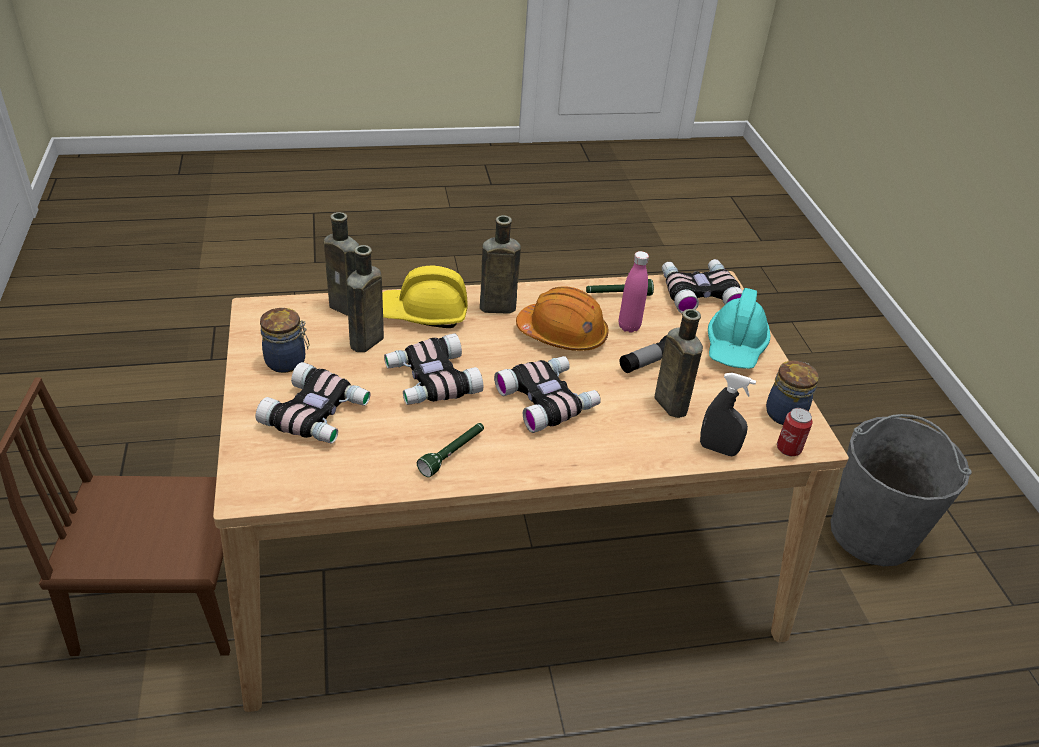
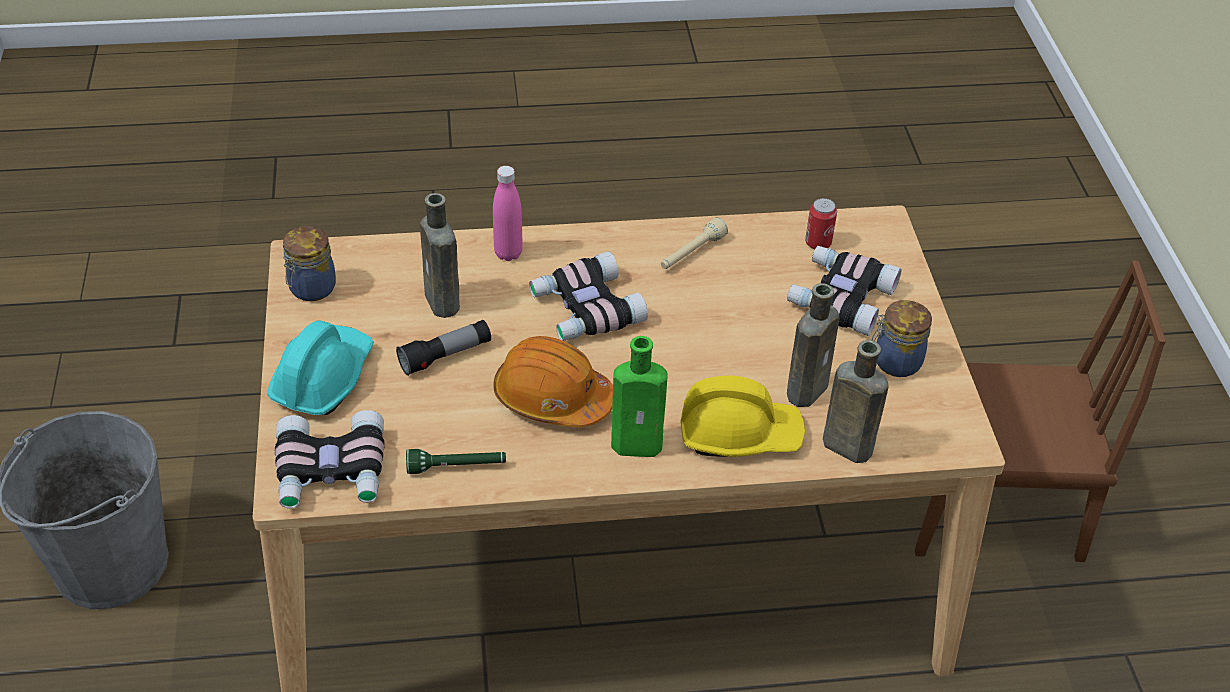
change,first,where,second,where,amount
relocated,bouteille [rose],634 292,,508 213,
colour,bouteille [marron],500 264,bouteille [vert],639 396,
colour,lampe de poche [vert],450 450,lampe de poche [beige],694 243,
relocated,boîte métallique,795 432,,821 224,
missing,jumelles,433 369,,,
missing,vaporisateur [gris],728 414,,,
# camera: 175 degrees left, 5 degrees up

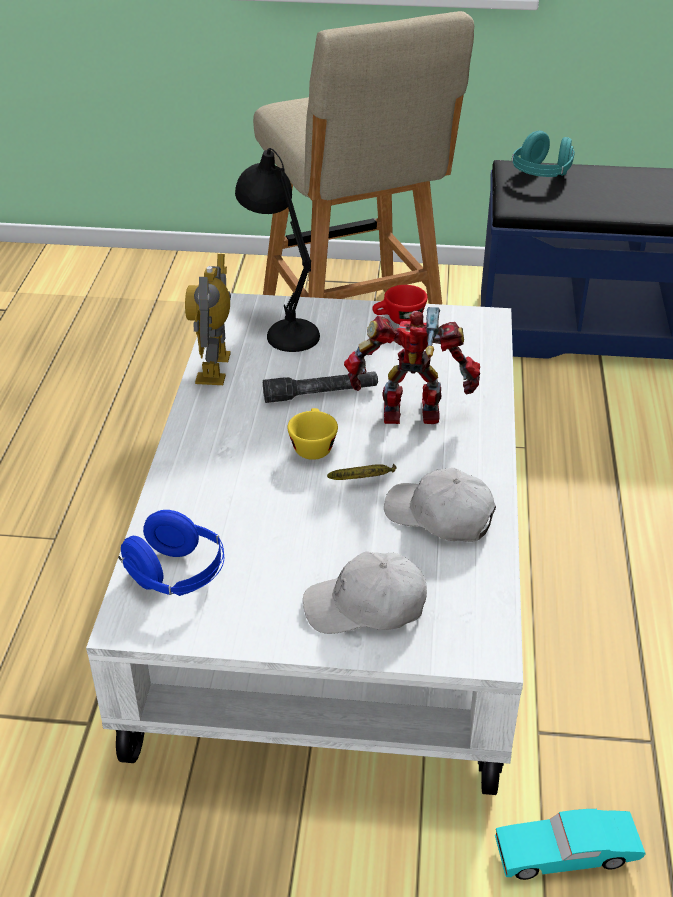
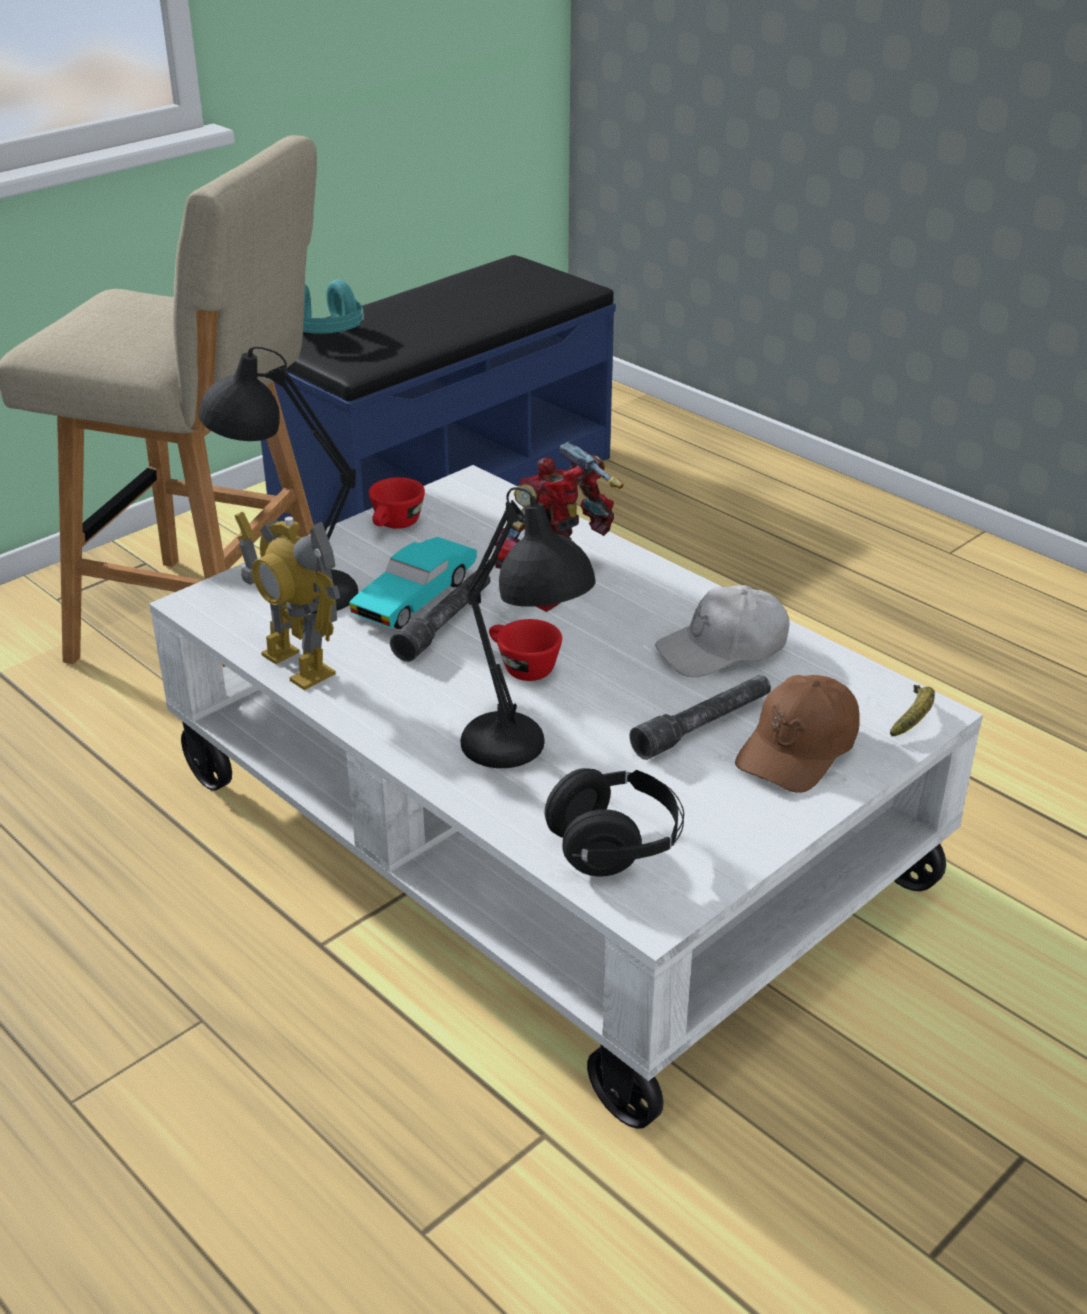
change,first,where,second,where,amount
relocated,petite voiture [turquoise],570 844,,413 583,
appeared,,,lampe de table [noir],528 627,
colour,tasse [jaune],312 434,tasse [rouge],525 650,
colour,casque audio [bleu],171 553,casque audio [noir],614 822,
appeared,,,lampe de poche [gris],700 717,
colour,casquette [blanc],365 593,casquette [marron],797 734,
relocated,banane,362 472,,912 710,
# camera: 50 degrees left, 5 degrees down

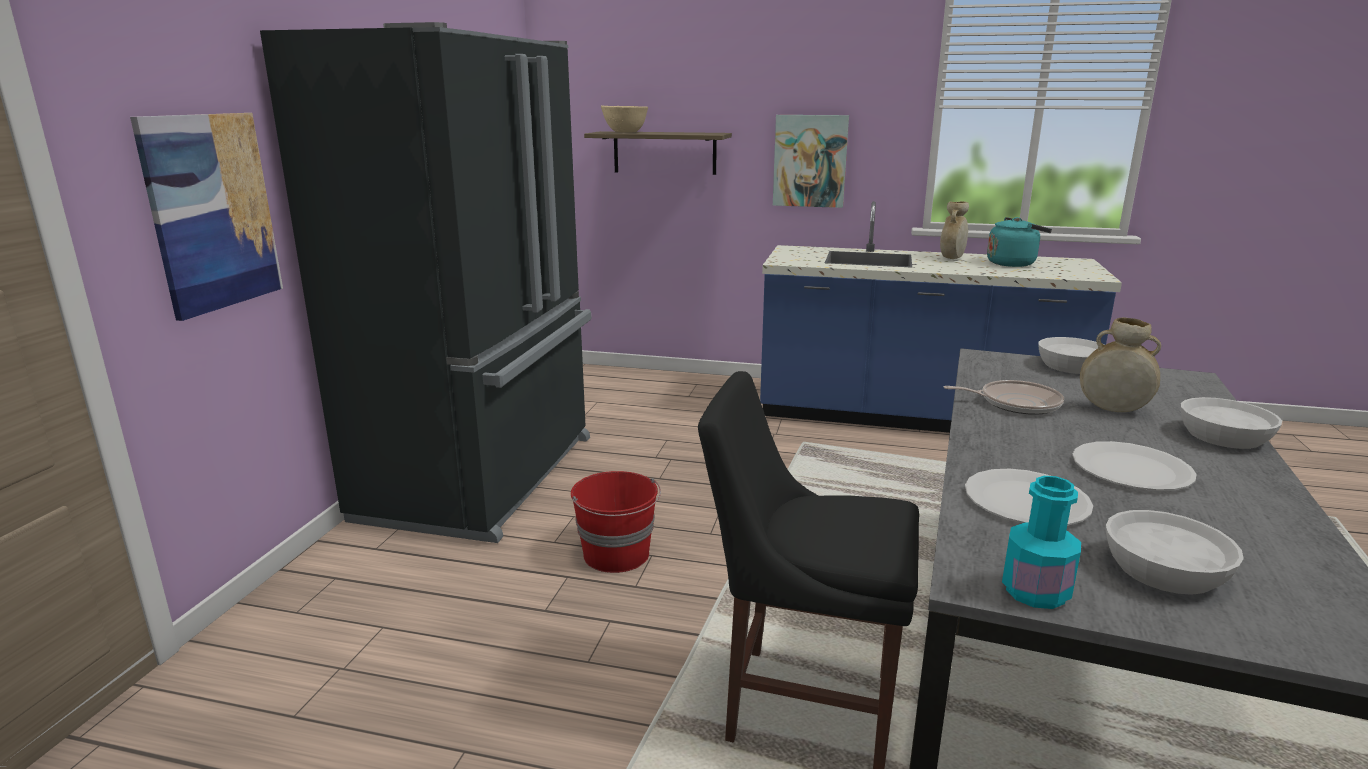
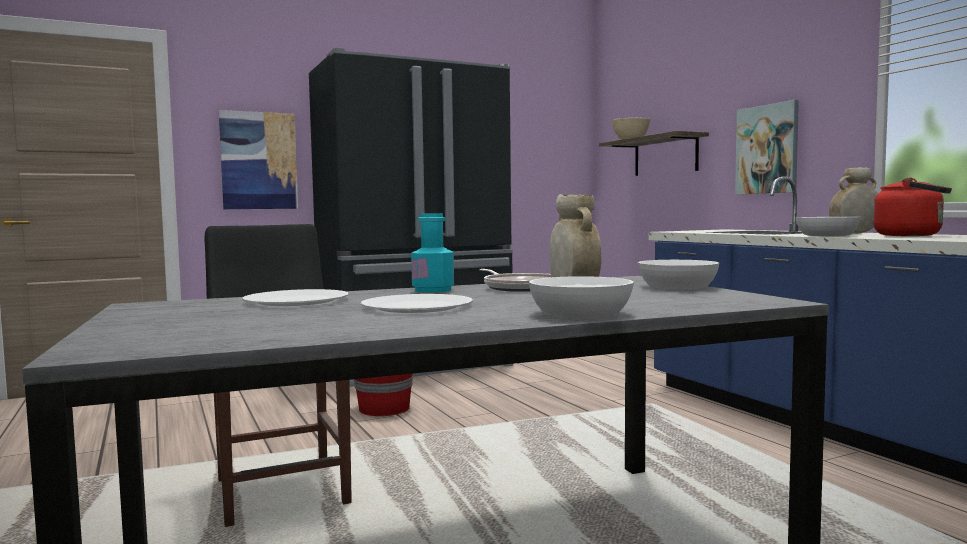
change,first,where,second,where,amount
relocated,bouteille [turquoise],1041 542,,432 253,
relocated,bol [blanc],1175 552,,828 226,
colour,bouilloire [turquoise],1019 242,bouilloire [rouge],912 206,
# camera: 50 degrees right, 15 degrees down

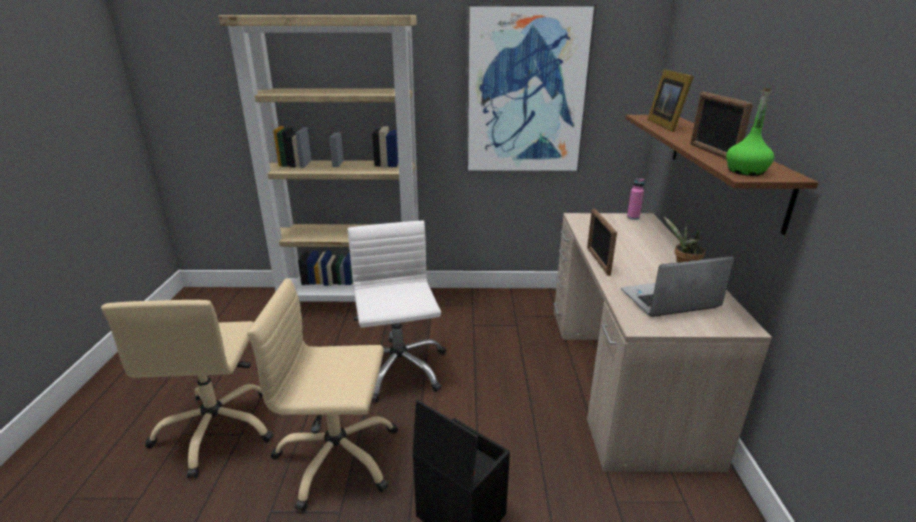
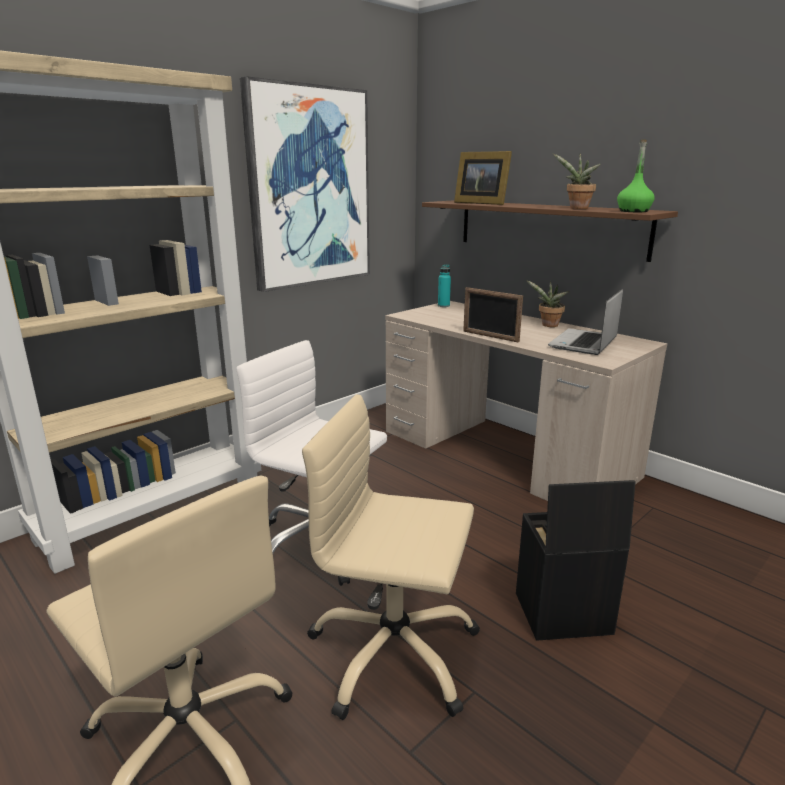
change,first,where,second,where,amount
spun,chaise de bureau [beige],322 395,,391 557,60 degrees clockwise
colour,bouteille [rose],636 199,bouteille [turquoise],444 285,
exchanged,cadre photo,721 125,plante en pot,577 181,
# camera: 45 degrees left, 5 degrees down

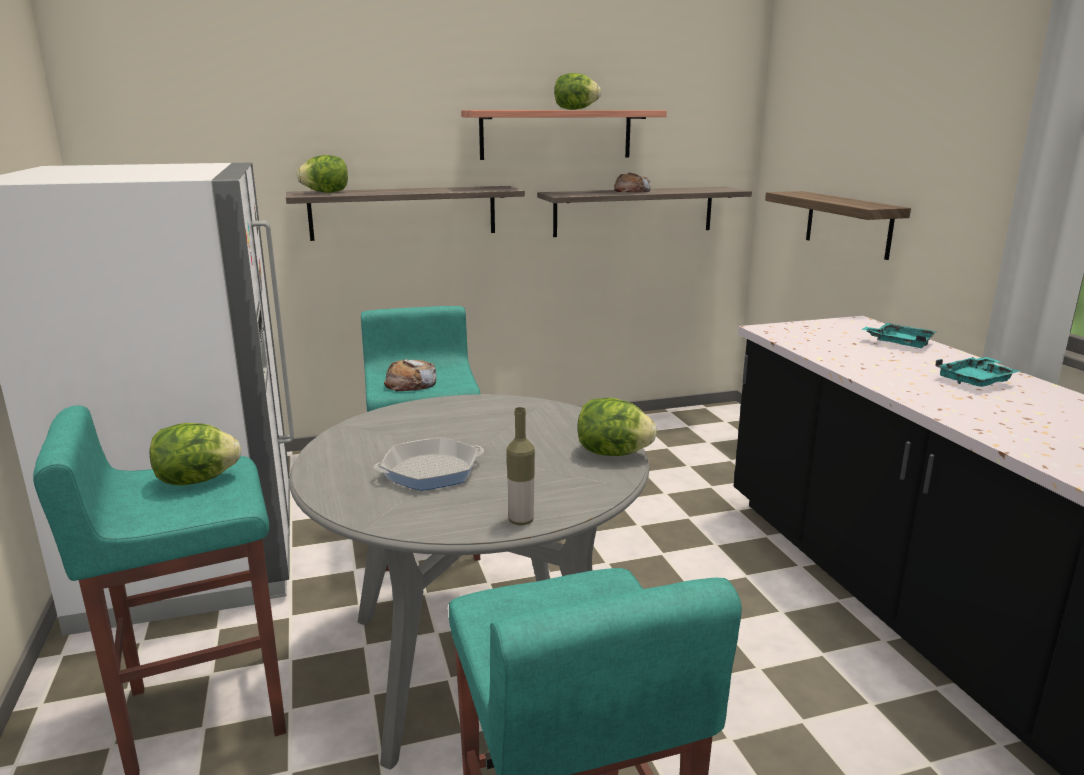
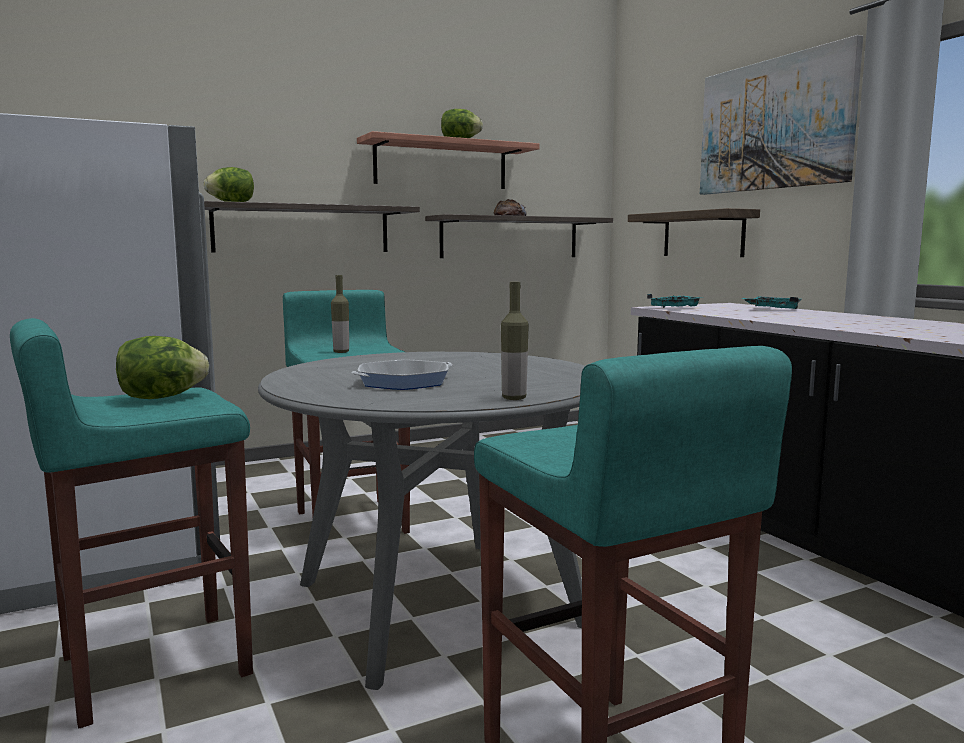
change,first,where,second,where,amount
exchanged,pain,410 375,bouteille,340 314,
relocated,plateau [turquoise],978 371,,675 301,
appeared,,,tableau,781 115,
missing,laitue,617 427,,,
# camera: 10 degrees left, 10 degrees down

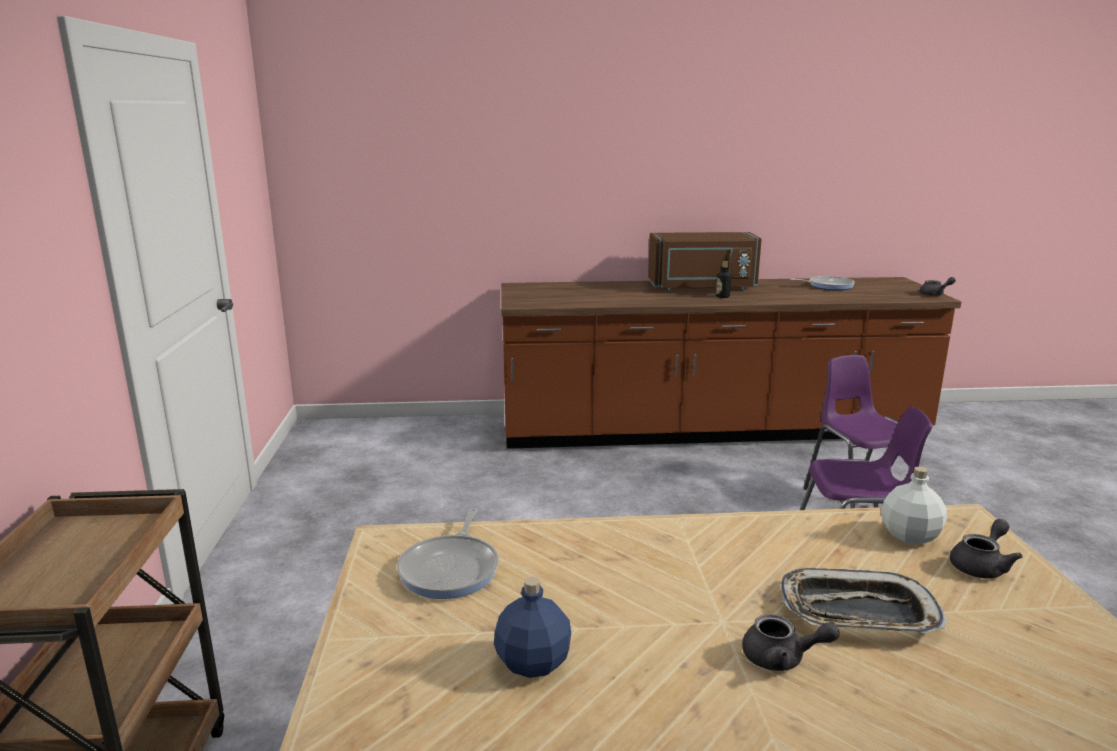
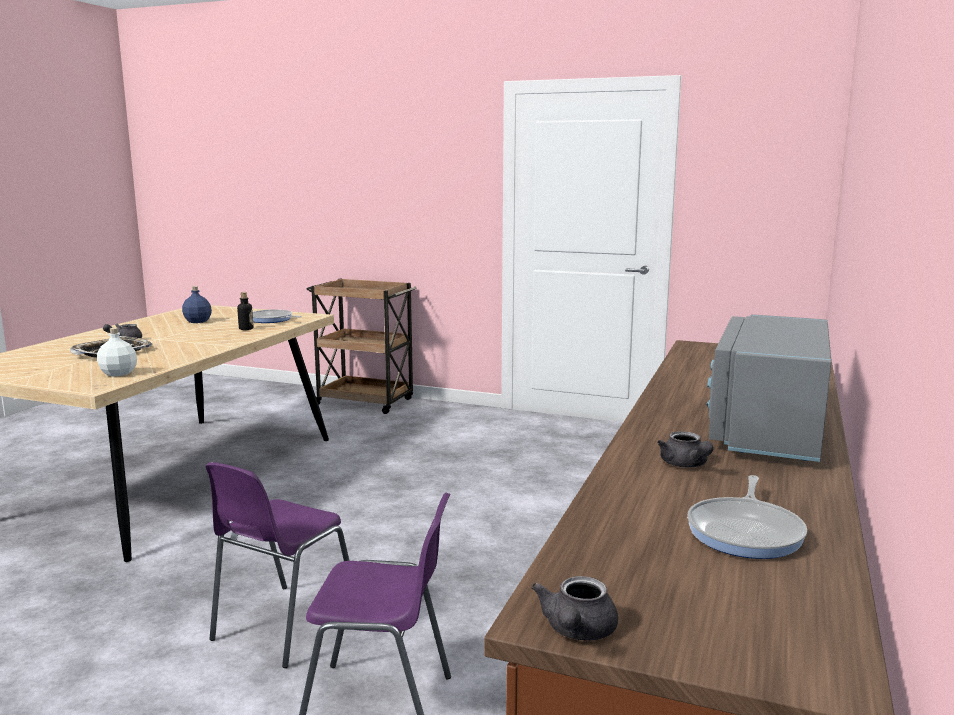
change,first,where,second,where,amount
relocated,bouteille,723 279,,245 311,
relocated,théière [gris],986 549,,685 449,
colour,micro-ondes [marron],705 261,micro-ondes [gris],769 388,
# camera: 115 degrees right, 5 degrees down

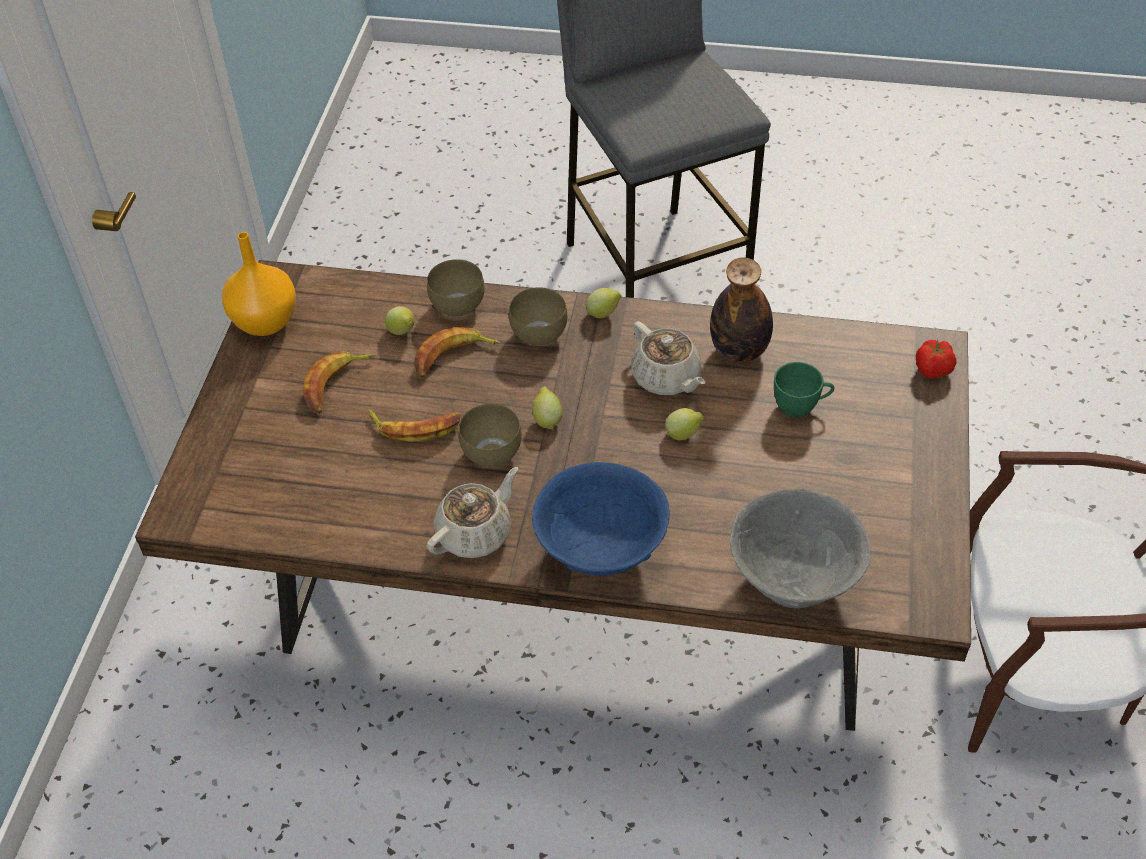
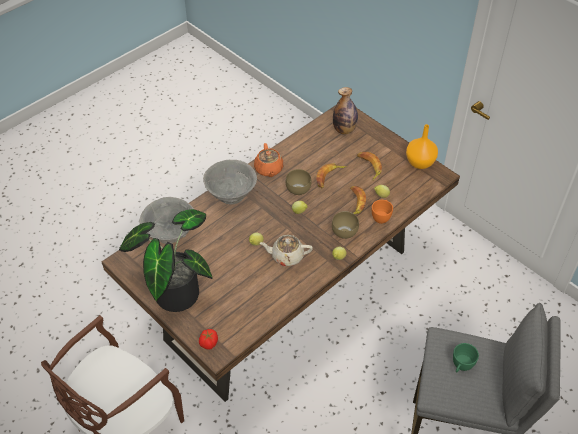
change,first,where,second,where,amount
appeared,,,plante en pot,166 260,
colour,bol [bleu],601 519,bol [gris],230 182,
colour,théière [beige],472 512,théière [orange],269 160,
relocated,bouteille,741 310,,345 110,
exchanged,bol [marron],456 288,tasse [orange],382 212,
relocated,tasse [vert],804 389,,466 357,
# camera: 125 degrees right, 0 degrees up

